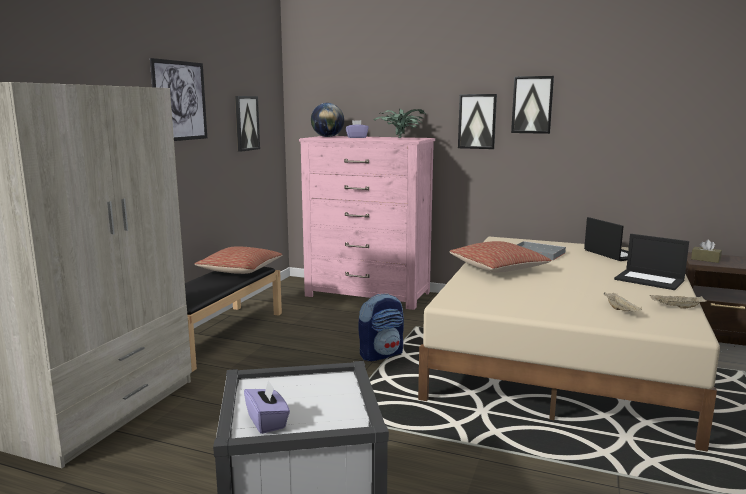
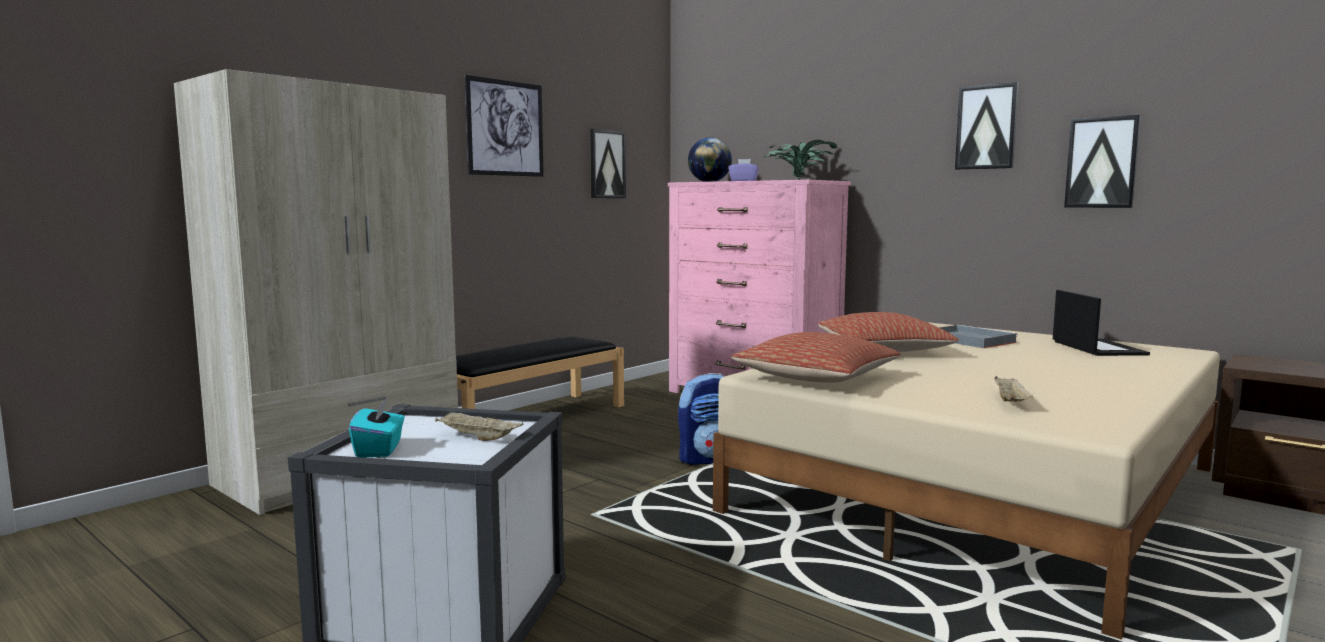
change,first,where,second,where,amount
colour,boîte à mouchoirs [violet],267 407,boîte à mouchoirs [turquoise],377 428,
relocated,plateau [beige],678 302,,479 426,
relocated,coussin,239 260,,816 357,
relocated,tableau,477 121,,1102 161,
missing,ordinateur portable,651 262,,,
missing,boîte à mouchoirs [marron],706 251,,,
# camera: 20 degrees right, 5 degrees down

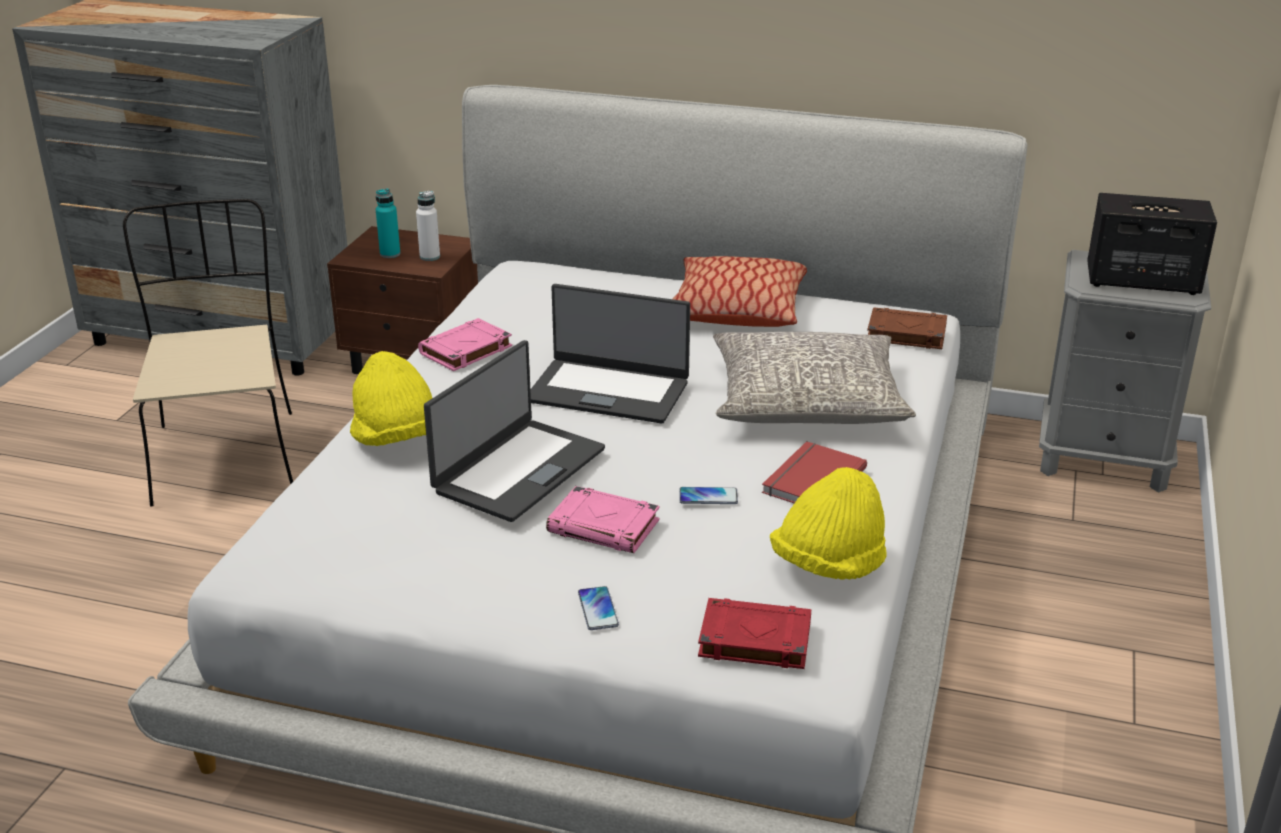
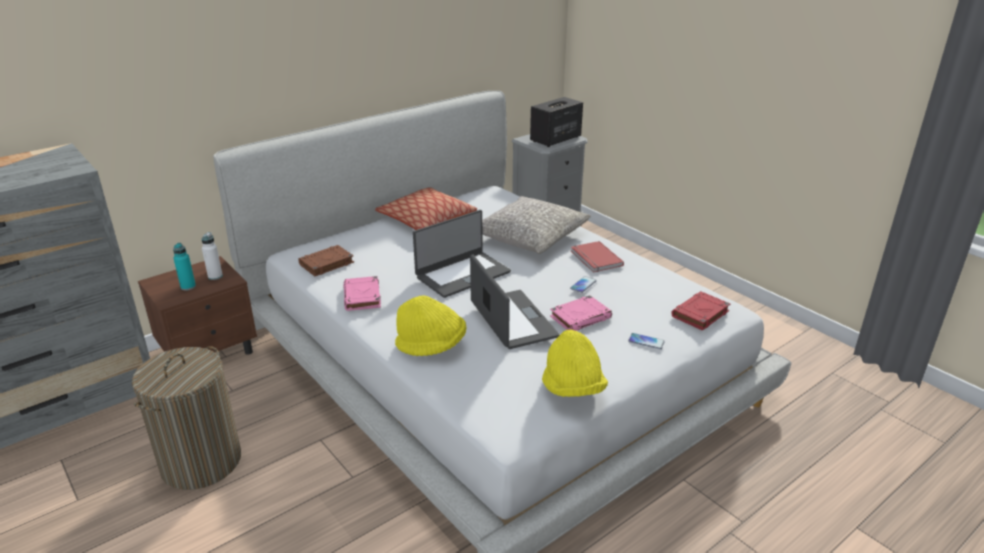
change,first,where,second,where,amount
exchanged,chaise [beige],208 352,panier à linge,186 418,
relocated,livre [marron],907 328,,326 260,
relocated,chapeau [jaune],828 523,,575 363,
# camera: 55 degrees left, 0 degrees up

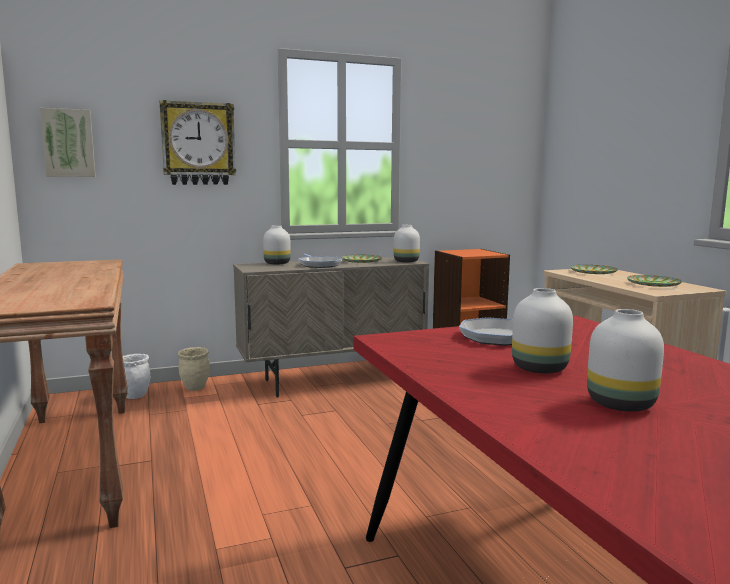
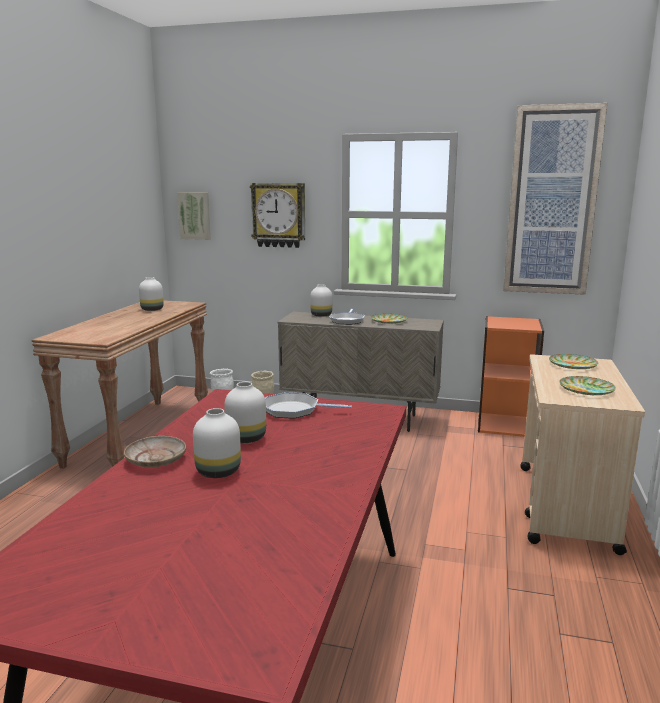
change,first,where,second,where,amount
appeared,,,assiette [beige],155 451,
relocated,vase [blanc],407 244,,151 294,
appeared,,,tableau,555 199,
# camera: 35 degrees right, 5 degrees up

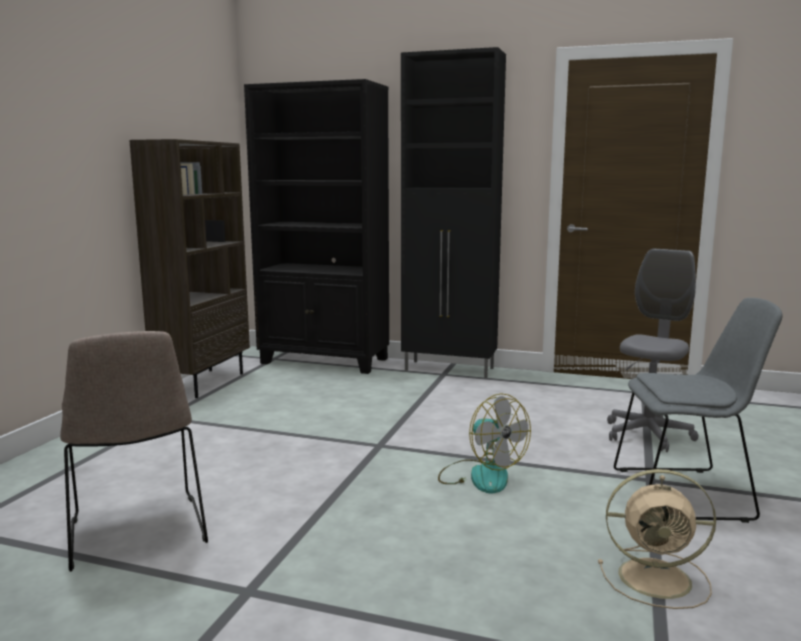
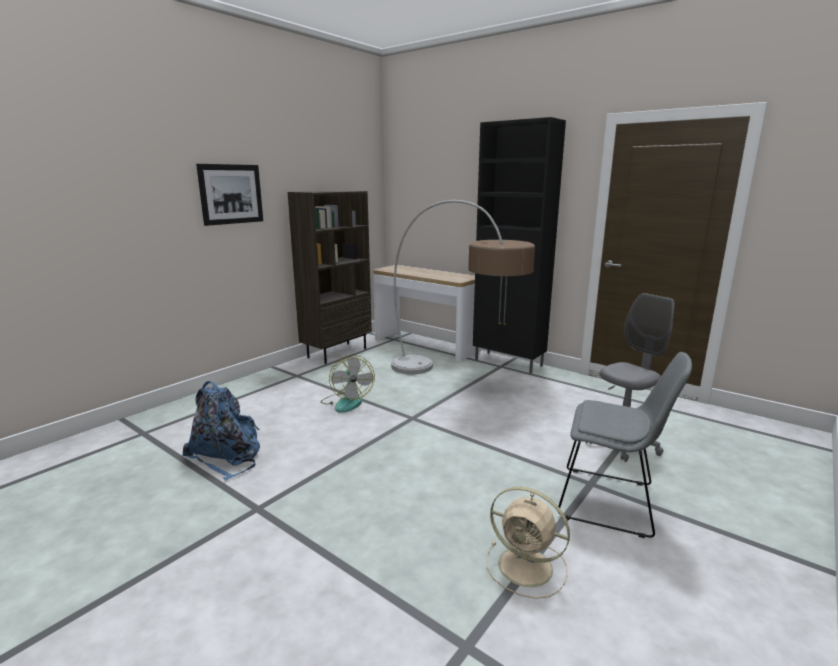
change,first,where,second,where,amount
exchanged,chaise [beige],134 451,sac à dos [bleu],221 430,
appeared,,,tableau,229 195,
relocated,ventilateur,484 443,,348 384,
exchanged,bibliothèque [noir],316 226,table console,427 313,
appeared,,,lampadaire,463 287,
# camera: 20 degrees right, 5 degrees up

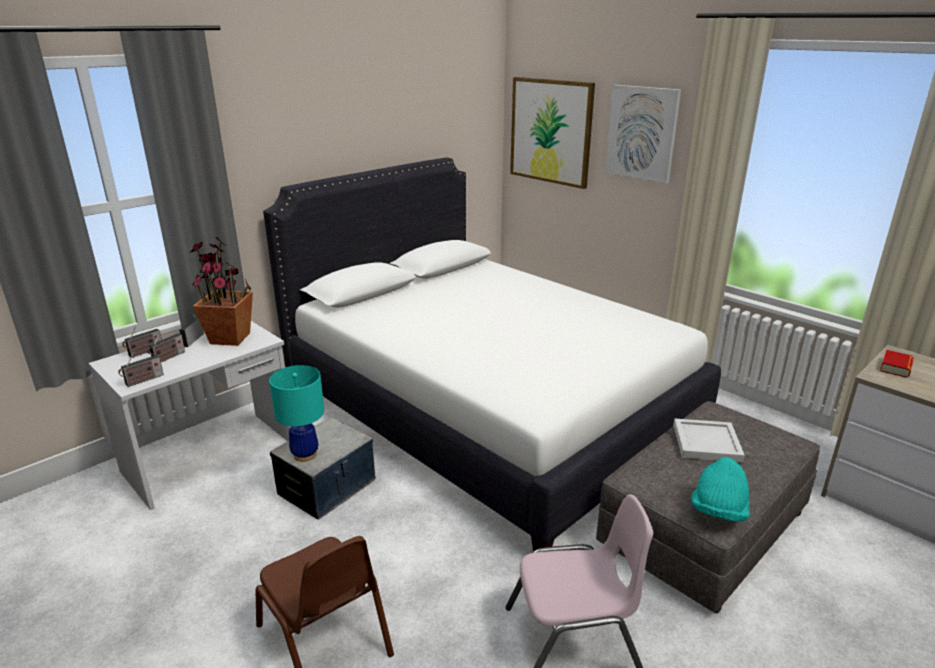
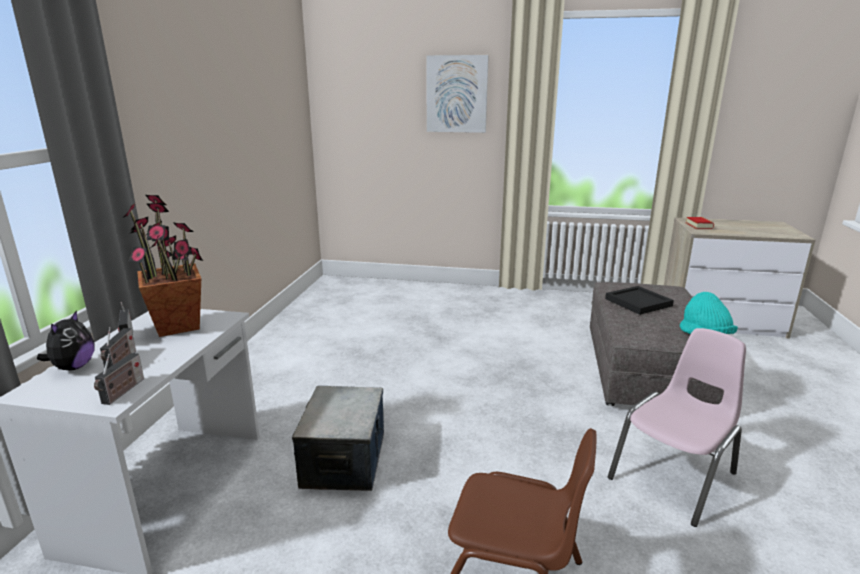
change,first,where,second,where,amount
exchanged,radio,142 342,peluche,65 340,
colour,plateau [blanc],709 440,plateau [noir],639 300,
missing,lit [blanc],492 354,,,
missing,lampe de table [turquoise],296 413,,,
missing,tableau,552 133,,,
# camera: 35 degrees left, 5 degrees down

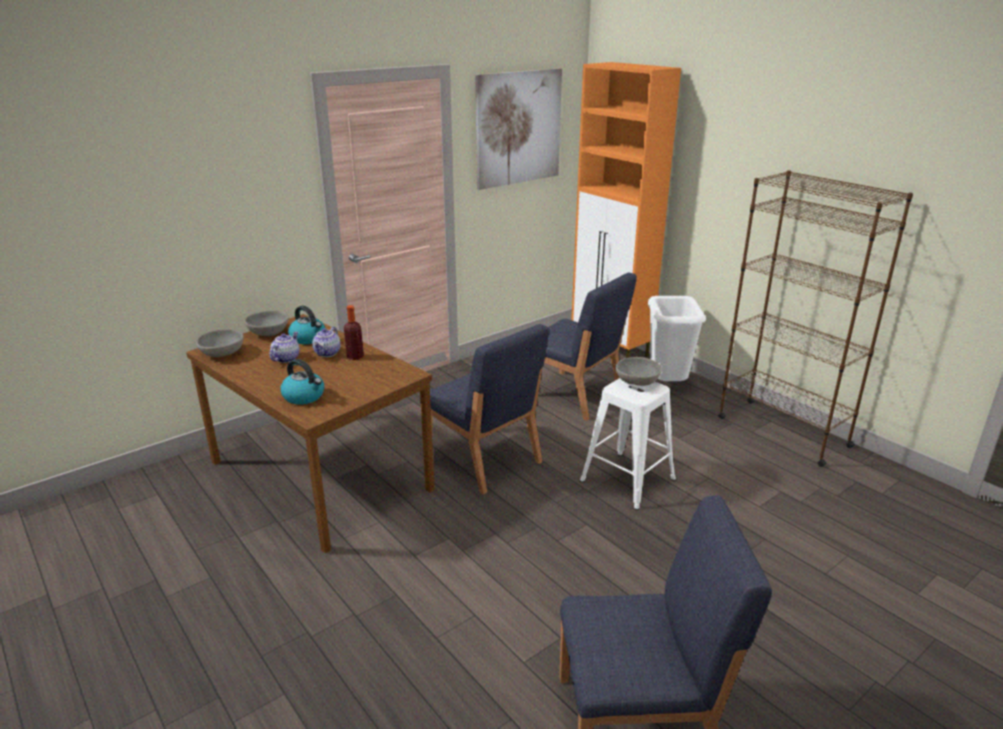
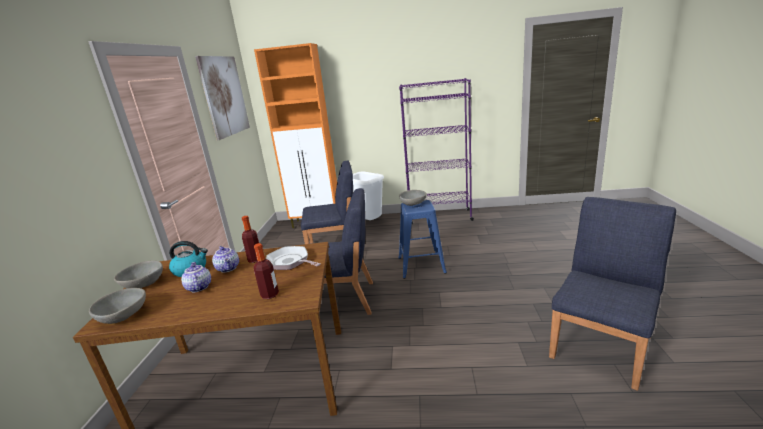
change,first,where,second,where,amount
exchanged,bouilloire,302 382,bouteille,266 271,
appeared,,,poêle,293 258,
colour,tabouret [blanc],628 444,tabouret [bleu],422 239,
colour,bibliothèque [marron],815 318,bibliothèque [violet],436 151,
# camera: 45 degrees left, 5 degrees down

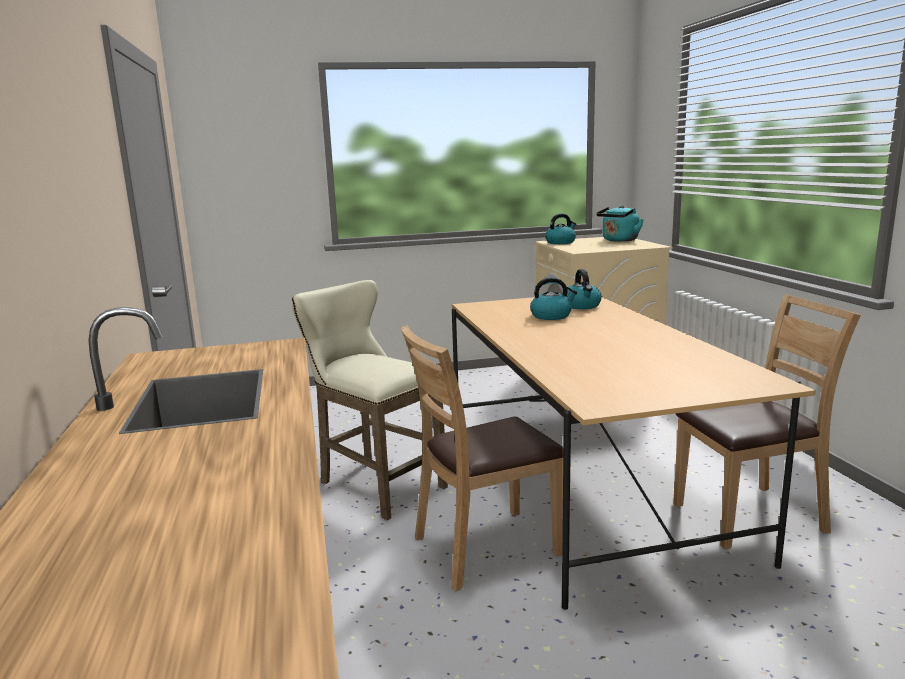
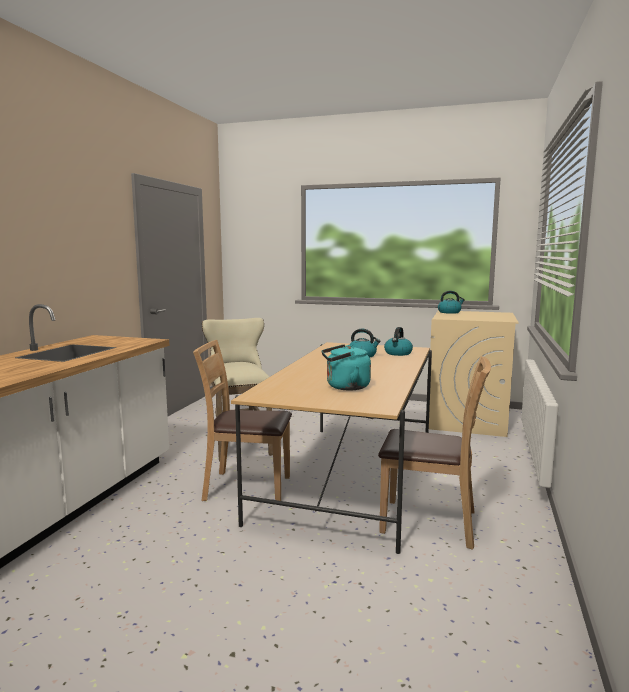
change,first,where,second,where,amount
relocated,bouilloire [turquoise],620 223,,346 367,
# camera: 30 degrees right, 5 degrees down

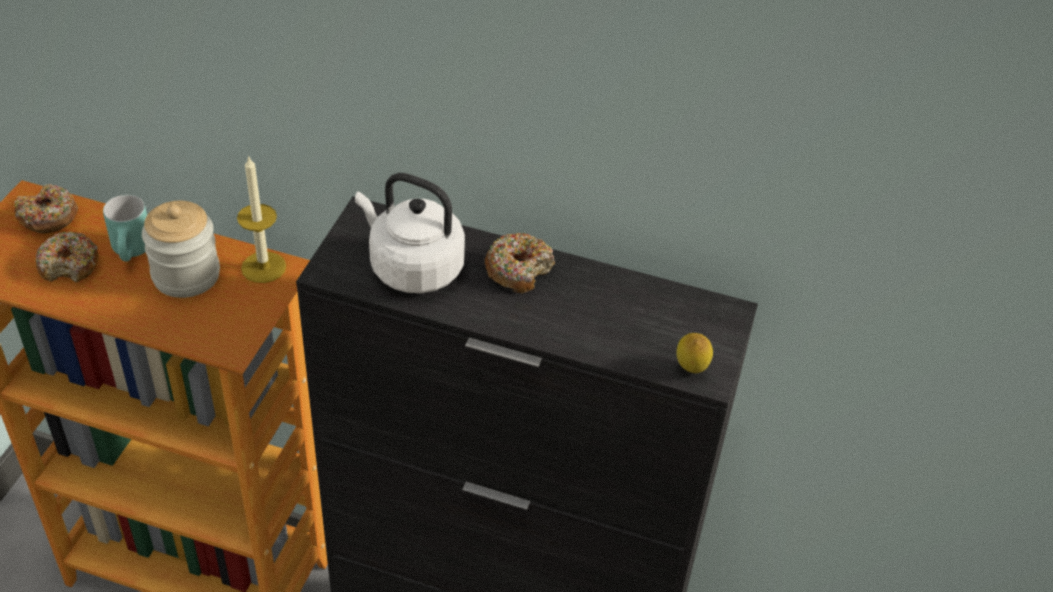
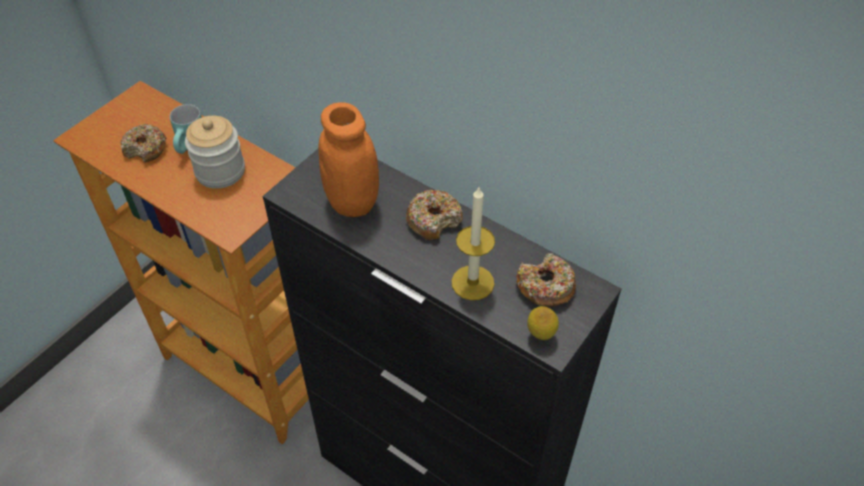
change,first,where,second,where,amount
exchanged,bouilloire [blanc],410 233,bocal [orange],348 159,
relocated,bougie,261 219,,473 243,
relocated,beignet,46 209,,546 280,
# camera: 20 degrees right, 5 degrees up

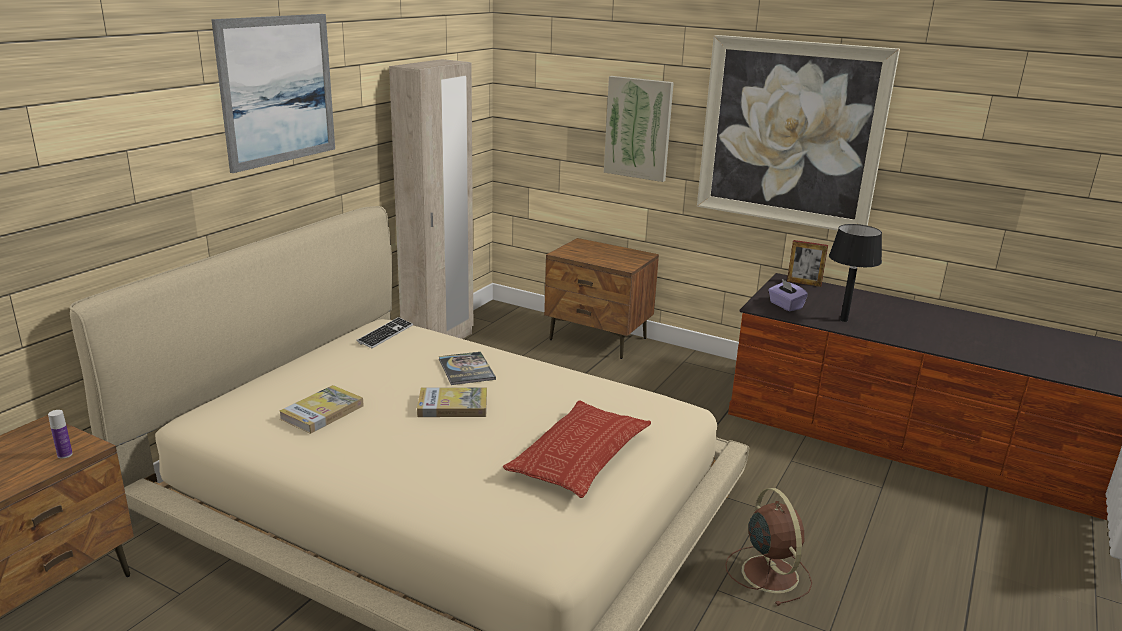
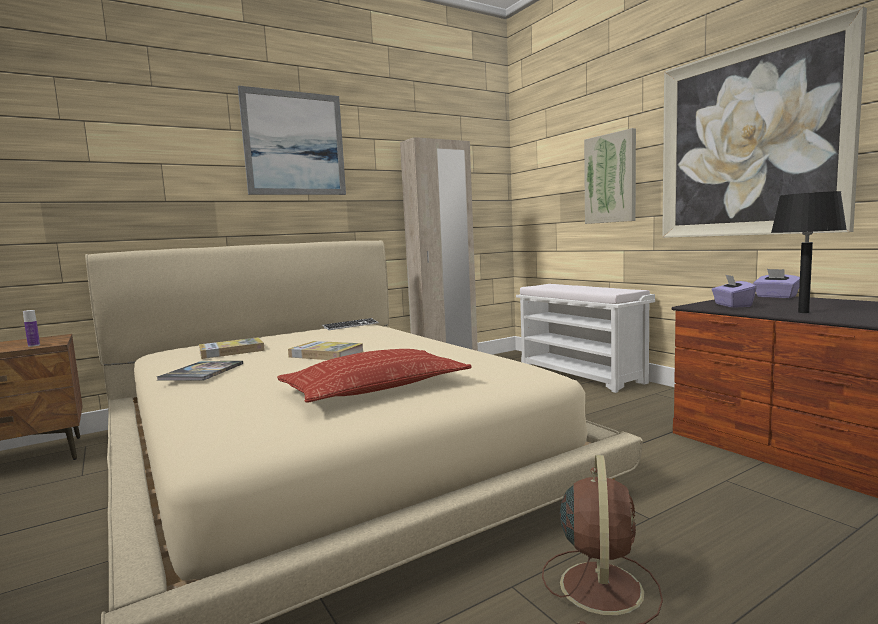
change,first,where,second,where,amount
relocated,livre,467 368,,200 370,
exchanged,table de chevet [marron],601 298,banc [blanc],585 338,
exchanged,cadre photo,807 263,boîte à mouchoirs [violet],776 283,
# camera: 30 degrees right, 15 degrees down

